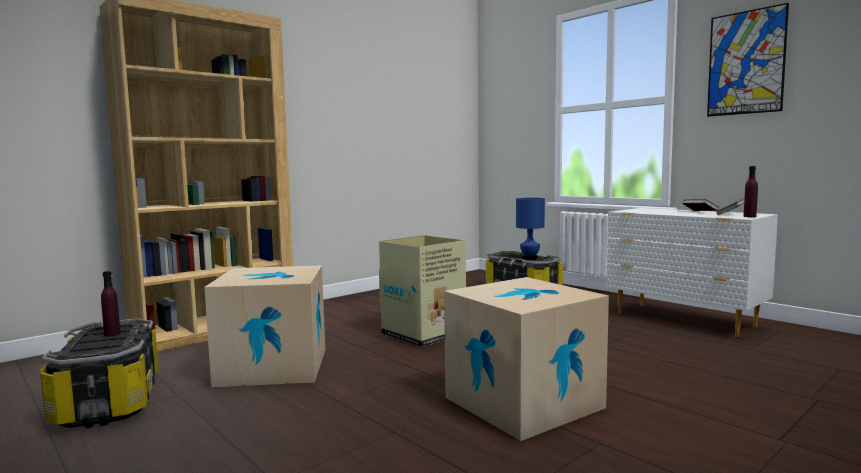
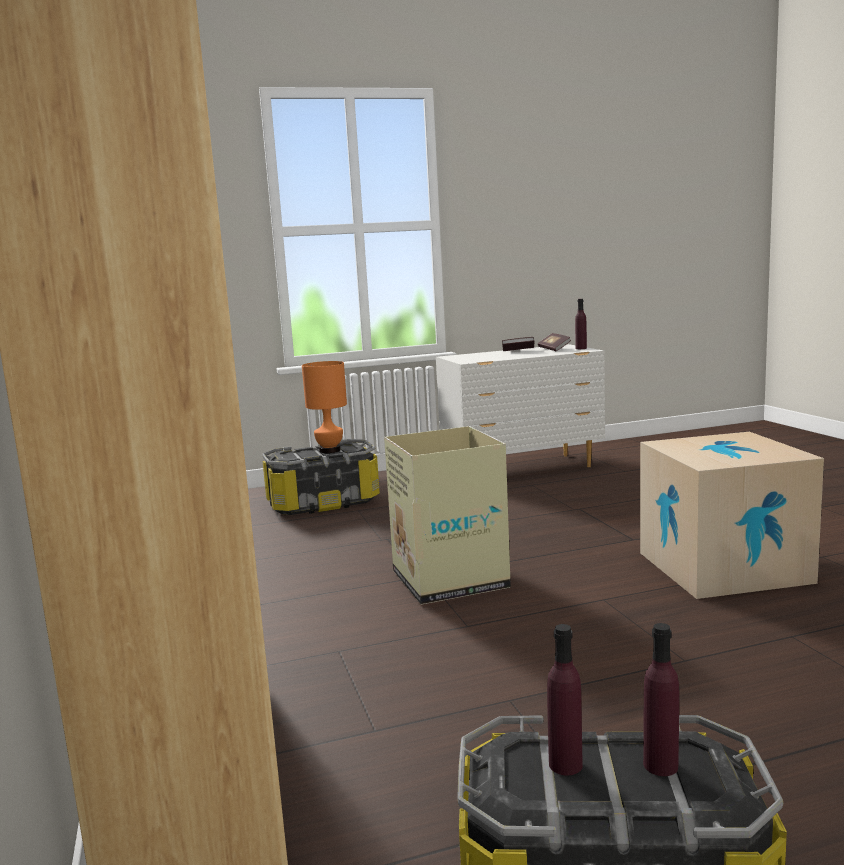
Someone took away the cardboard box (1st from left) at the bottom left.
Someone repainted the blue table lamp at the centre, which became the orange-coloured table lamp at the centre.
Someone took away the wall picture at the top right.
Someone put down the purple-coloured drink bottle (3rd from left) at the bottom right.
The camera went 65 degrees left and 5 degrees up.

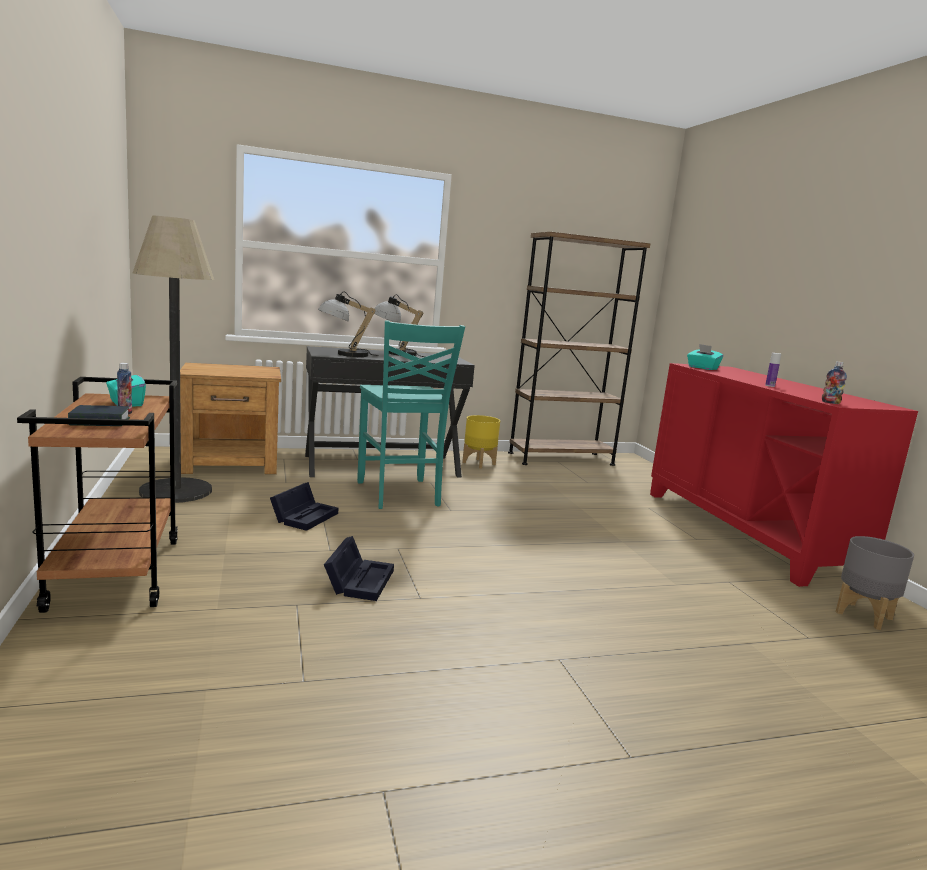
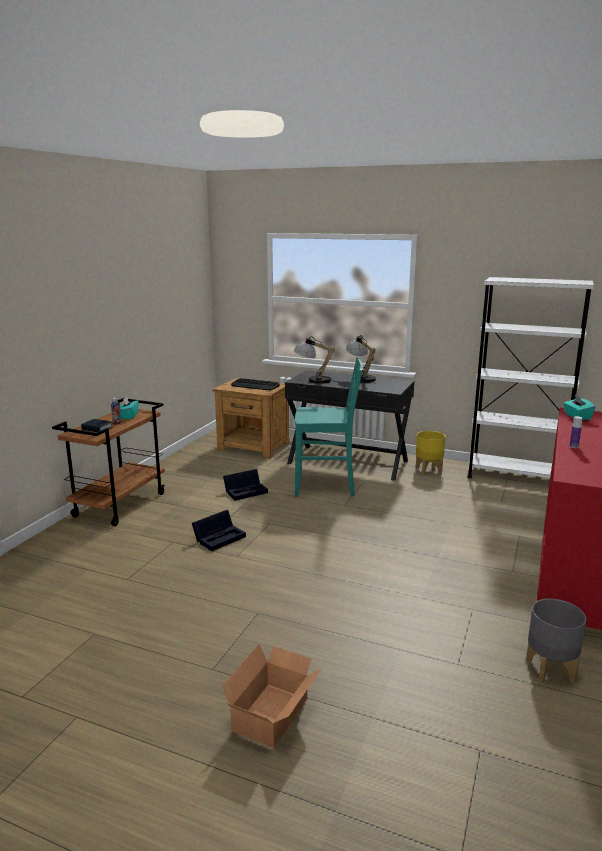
Someone took away the floor lamp at the middle left.
Someone rotated the blue-green chair at the centre by 105 degrees counterclockwise.
Someone repainted the brownish shelving unit at the centre, which became the whitish shelving unit at the middle right.
Someone took away the drink bottle (3rd from left) at the middle right.
Someone put down the cardboard box at the bottom centre.
Someone put down the keyboard at the centre.
The camera went 40 degrees right and 5 degrees up.

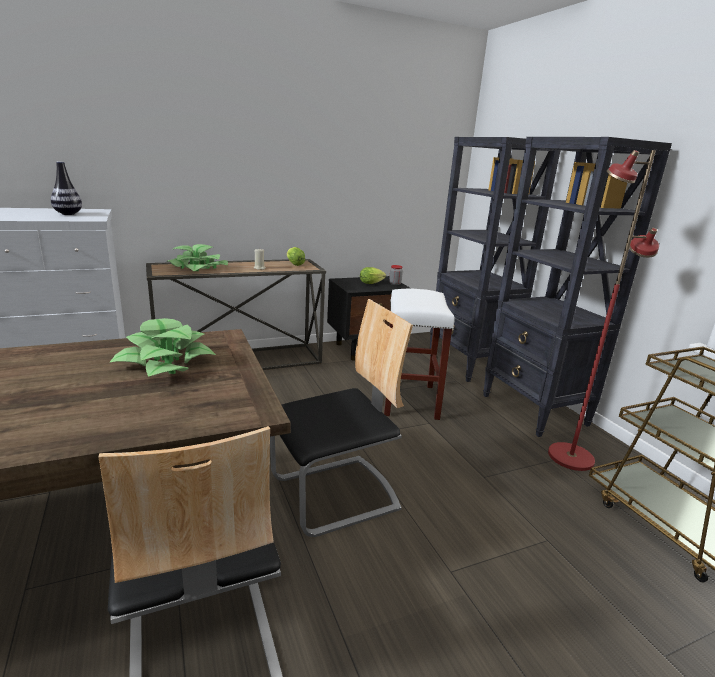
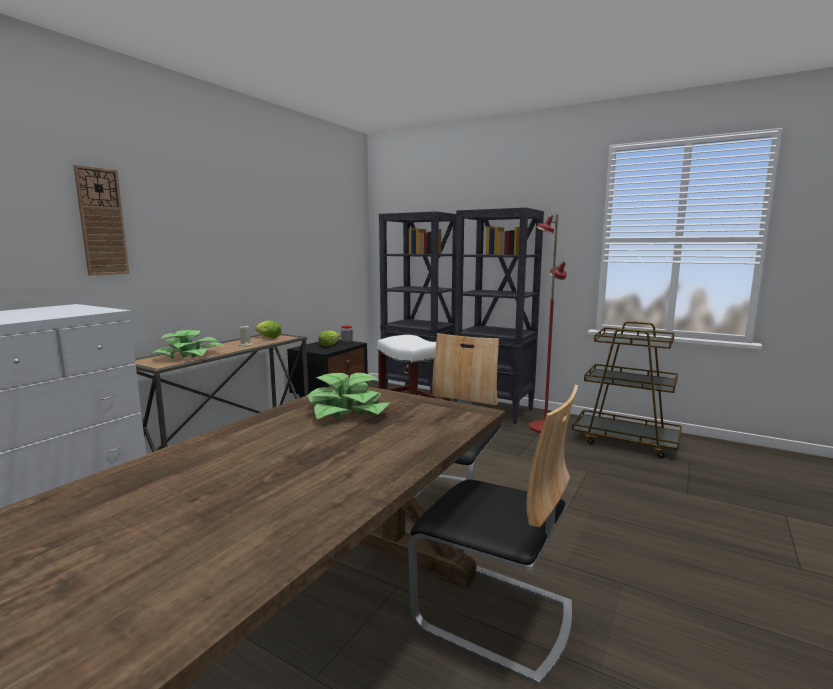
Someone took away the flower vase at the top left.
Someone put up the clock on the wall at the top left.
The camera went 35 degrees left and 10 degrees down.

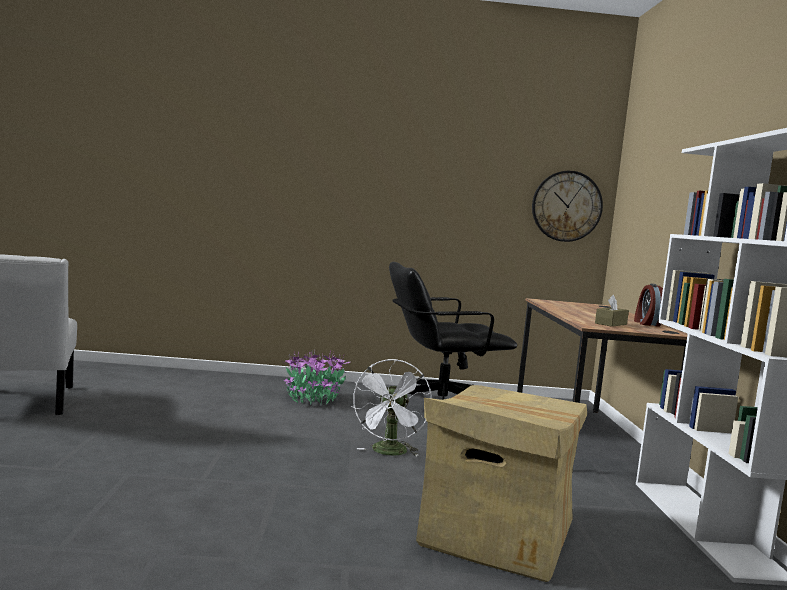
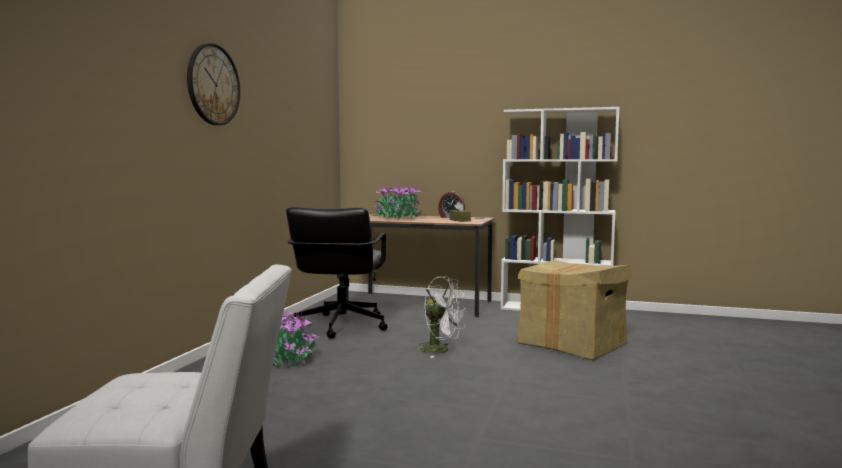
Someone carried the clock on the wall from the middle right to the top left.
Someone put down the potted plant (2nd from left) at the centre.
The camera went 70 degrees left and 0 degrees up.

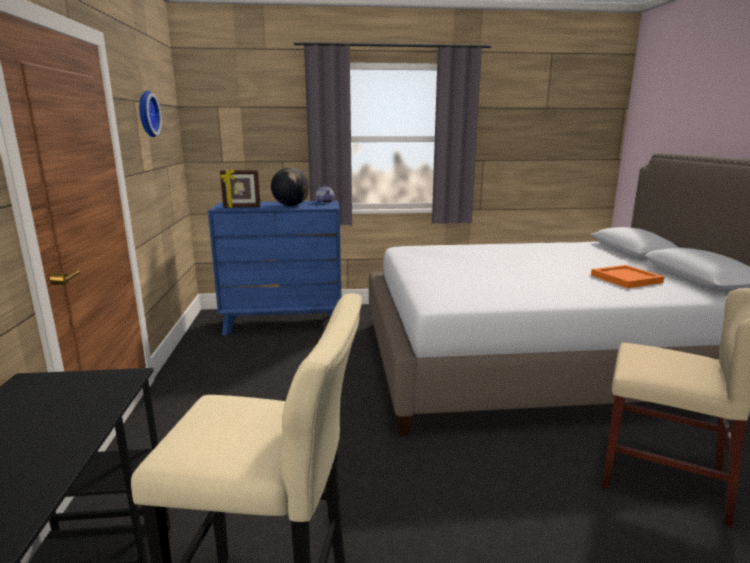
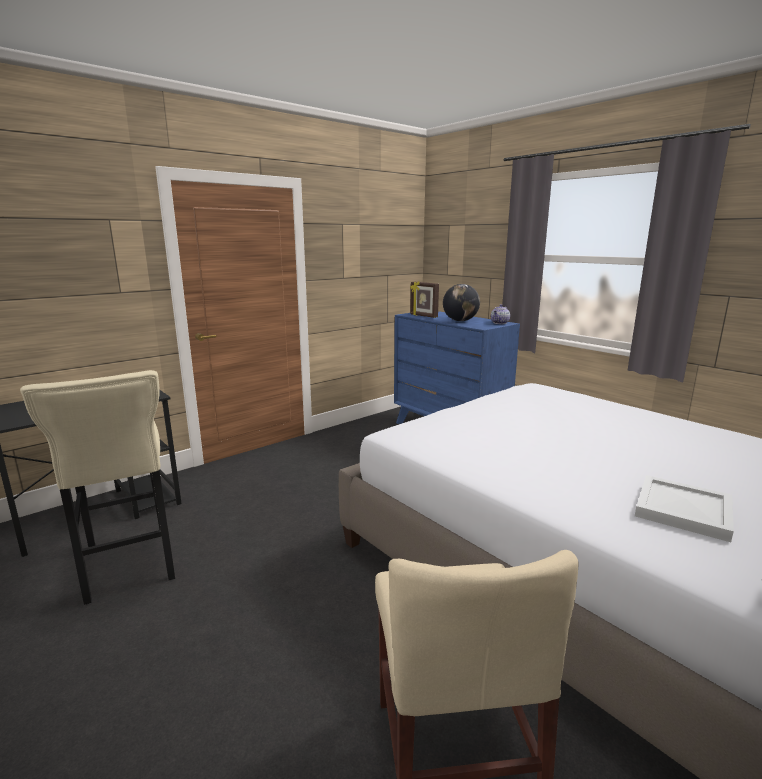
Someone took away the clock on the wall at the top left.
Someone repainted the orange-coloured tray at the middle right, which became the whitish tray at the middle right.
The camera went 55 degrees right and 0 degrees up.

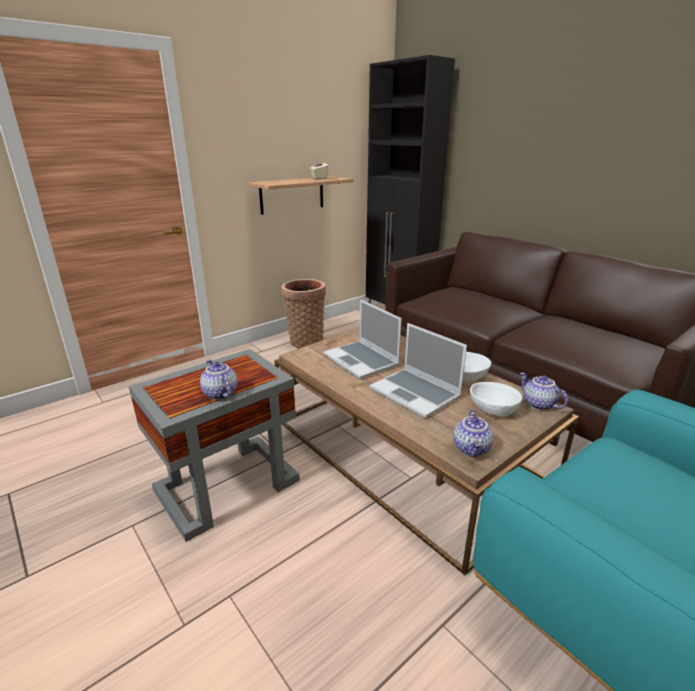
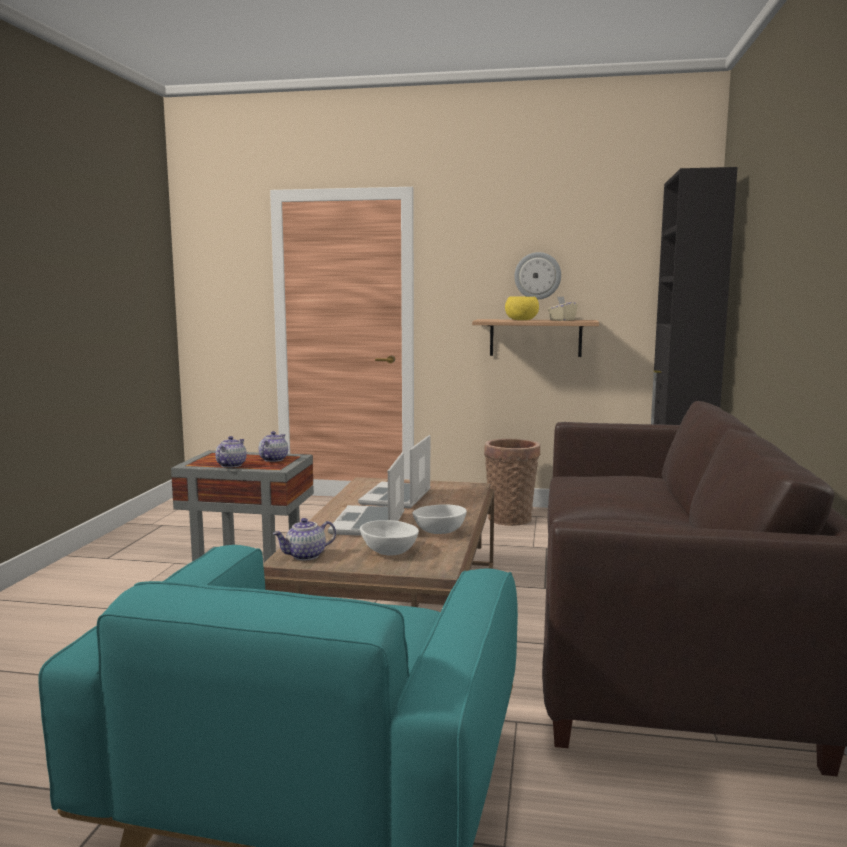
Someone carried the tea pot (3rd from left in the first image) from the middle right to the middle left.
Someone put down the yellow-coloured deep dish at the centre.
Someone put up the clock on the wall at the top centre.
The camera went 50 degrees right and 15 degrees down.

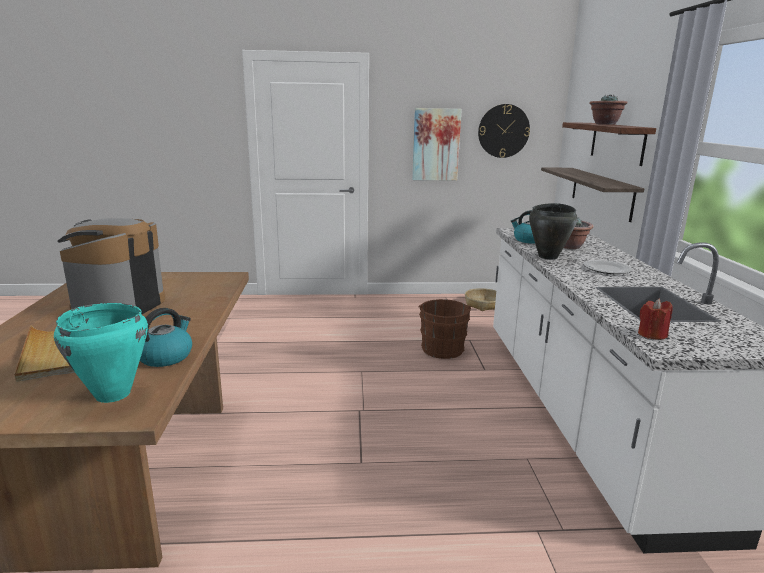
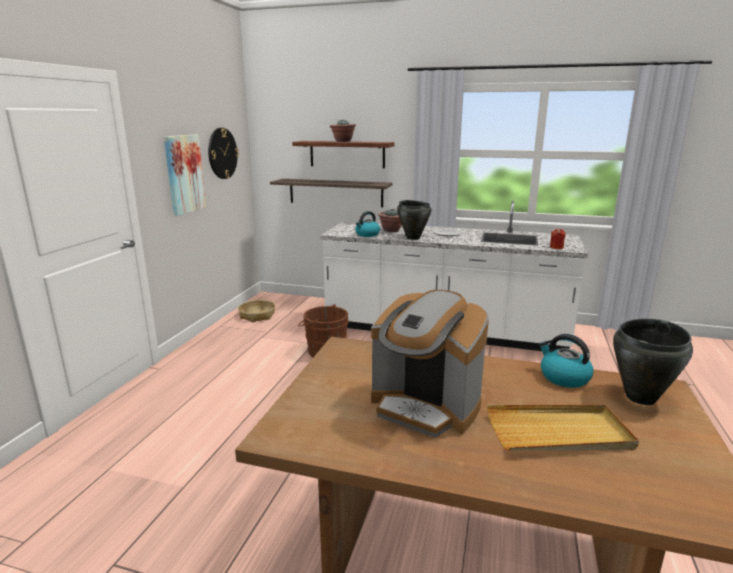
Someone repainted the blue-green stockpot at the middle left, which became the black stockpot (2nd from left) at the middle right.
The camera went 70 degrees left and 0 degrees up.

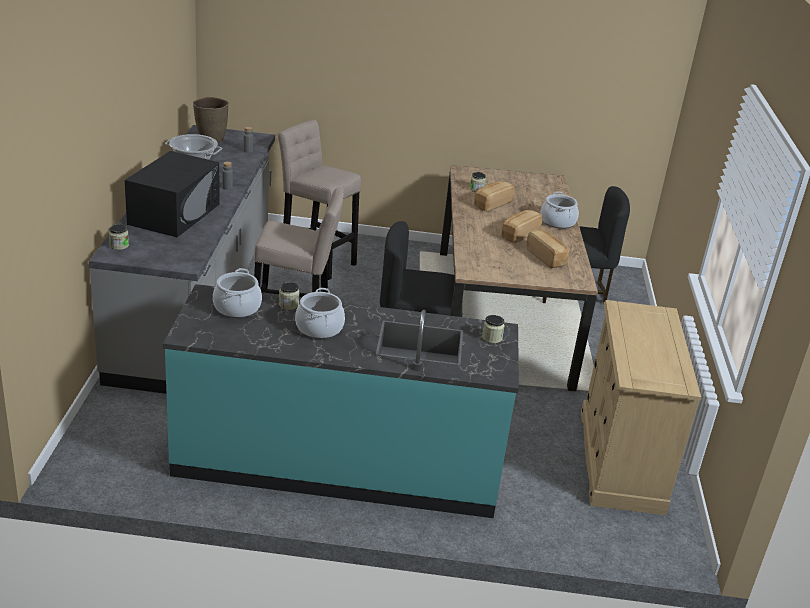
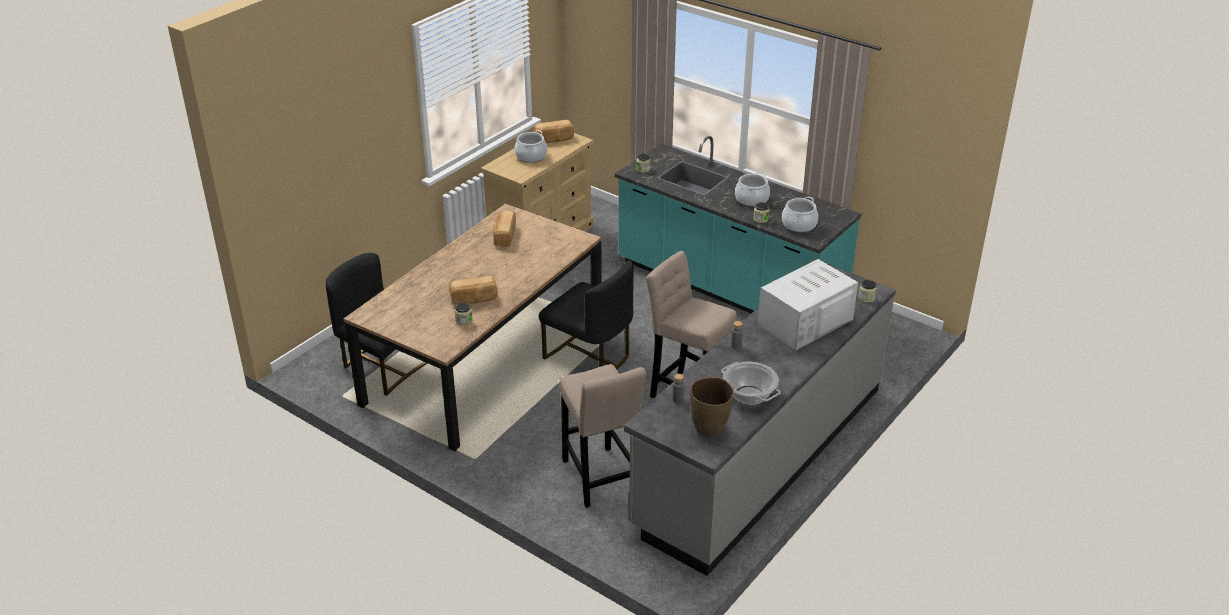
Someone repainted the black kitchen microwave at the top left, which became the whitish kitchen microwave at the centre.
Someone carried the baked bread (2nd from left in the first image) from the centre to the top centre.
Someone carried the stockpot (4th from left in the first image) from the middle right to the top centre.
The camera went 145 degrees left and 5 degrees up.

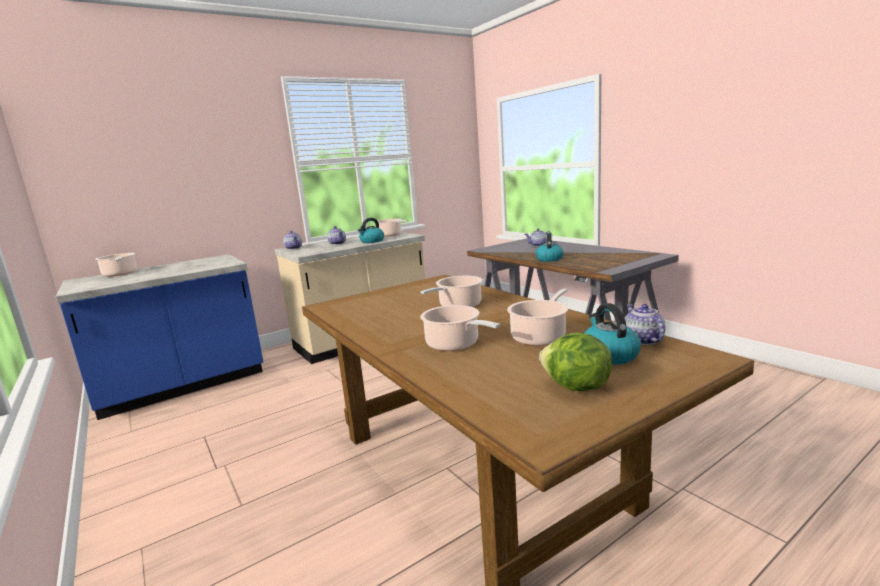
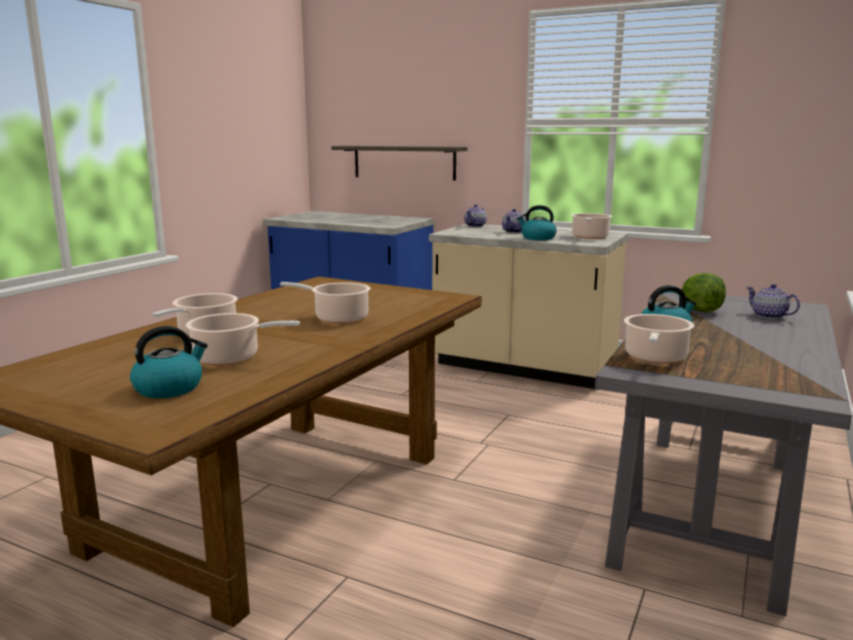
Someone carried the stockpot (1st from left in the first image) from the middle left to the middle right.
Someone carried the lettuce from the centre to the middle right.
Someone took away the tea pot (4th from left) at the middle right.
Someone put up the wall shelf at the top centre.
The camera went 60 degrees right and 0 degrees up.

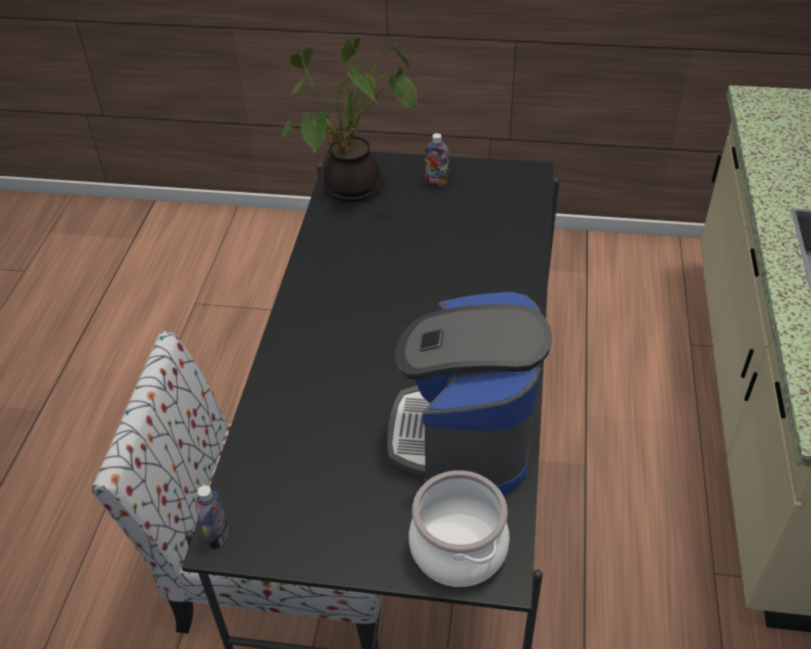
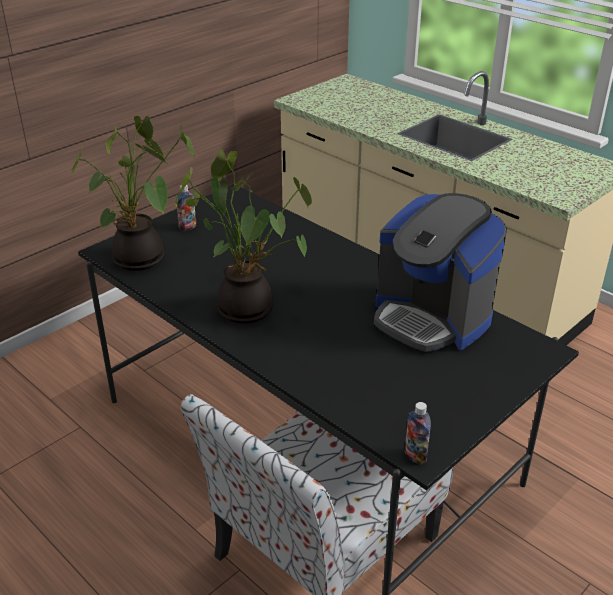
Someone took away the stockpot at the bottom centre.
Someone put down the potted plant (2nd from left) at the centre.
The camera went 55 degrees left and 10 degrees down.

